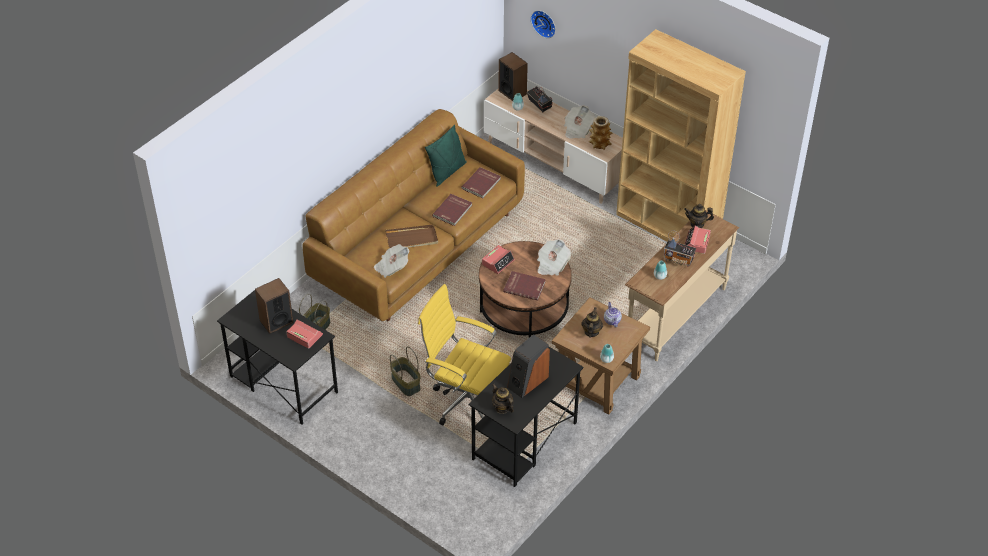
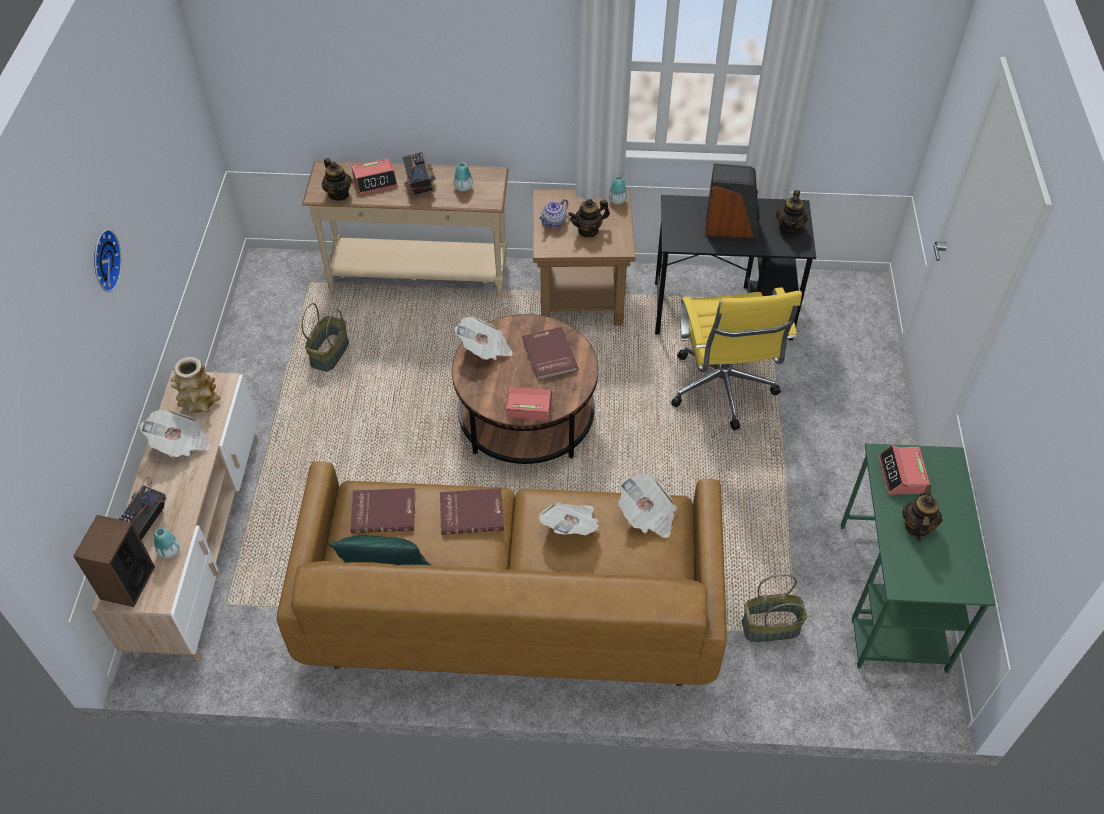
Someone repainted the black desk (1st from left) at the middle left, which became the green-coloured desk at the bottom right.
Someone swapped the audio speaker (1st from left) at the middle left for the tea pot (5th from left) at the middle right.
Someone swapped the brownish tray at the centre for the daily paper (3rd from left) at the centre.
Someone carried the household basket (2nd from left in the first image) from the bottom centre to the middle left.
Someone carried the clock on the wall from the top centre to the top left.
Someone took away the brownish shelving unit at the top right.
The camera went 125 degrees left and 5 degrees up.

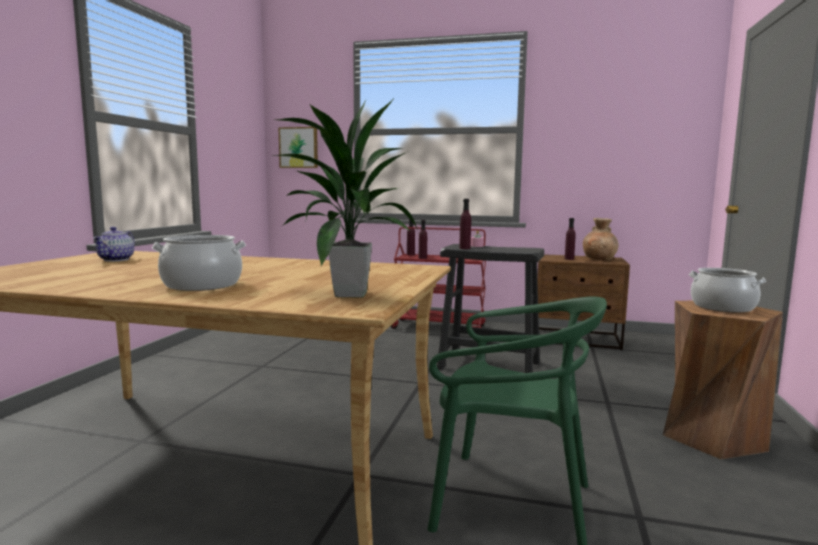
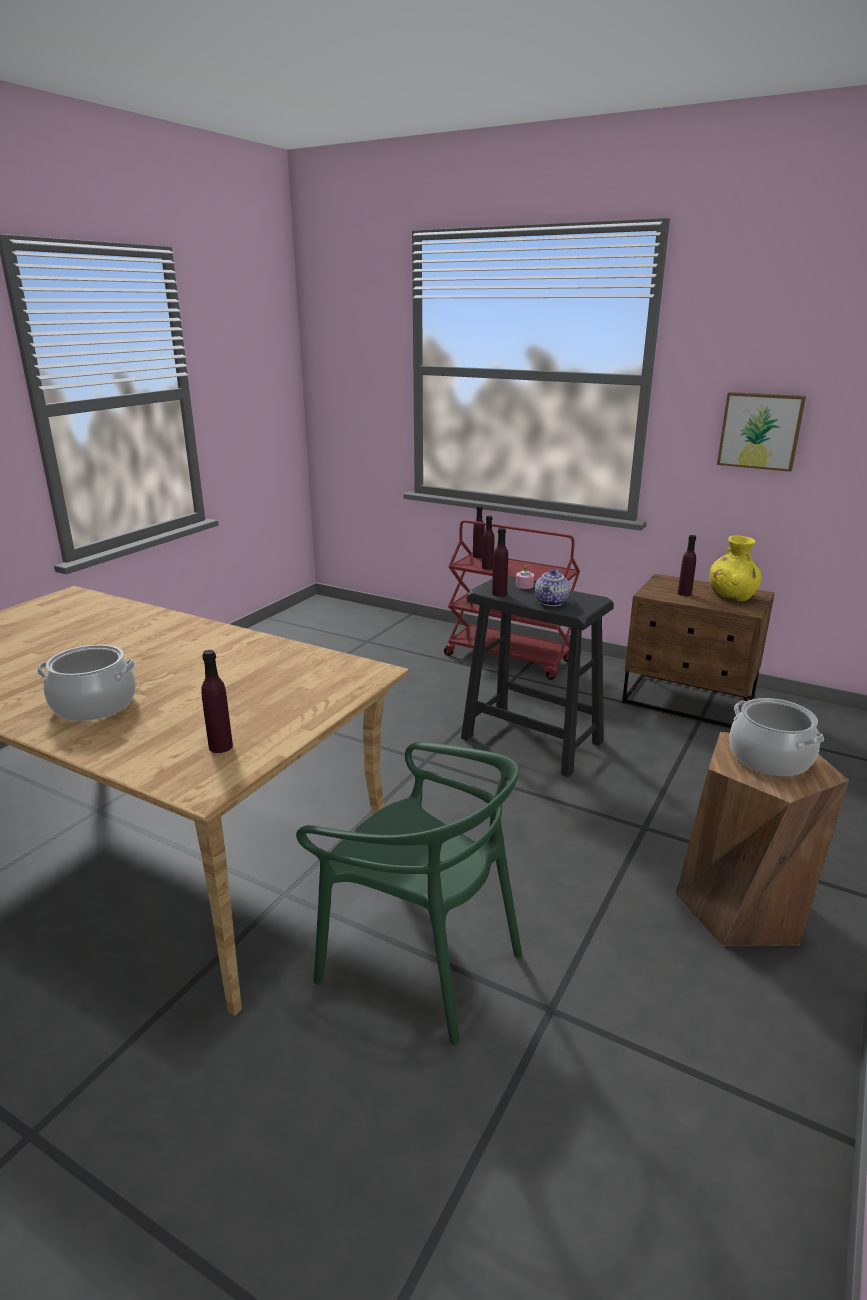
Someone carried the tea pot from the middle left to the centre.
Someone swapped the potted plant at the centre for the purple-coloured drink bottle (1st from left) at the middle left.
Someone carried the wall picture from the top centre to the top right.
Someone repainted the brownish flower vase at the middle right, which became the yellow-coloured flower vase at the middle right.
The camera went 15 degrees right and 15 degrees up.

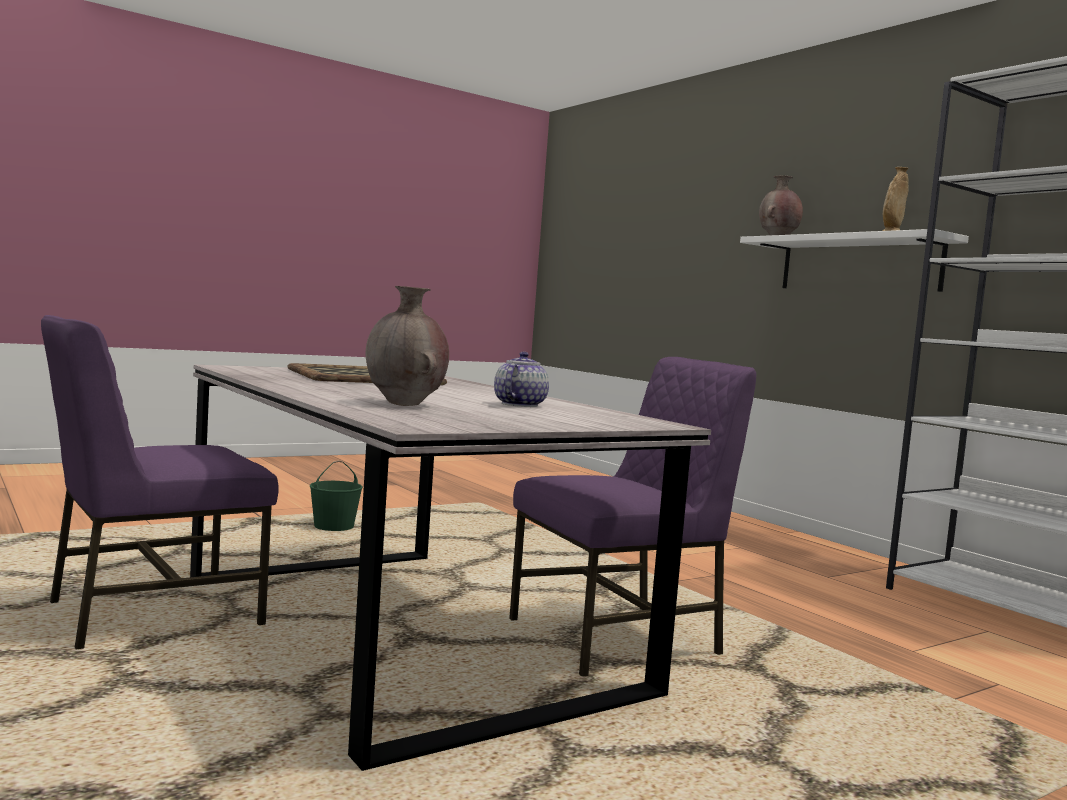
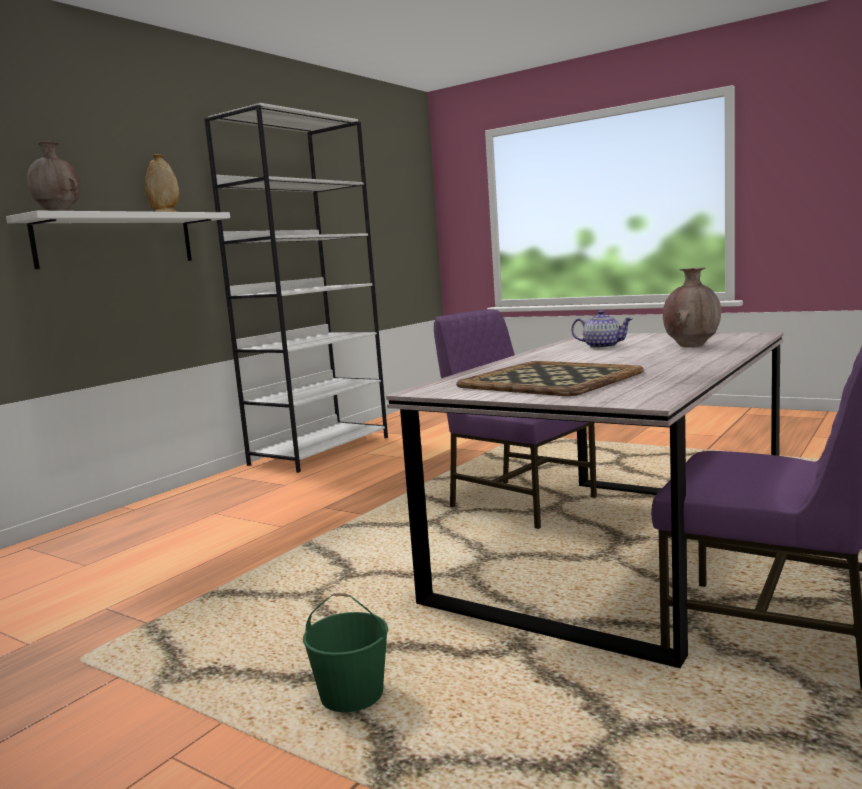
Someone rotated the tea pot at the centre by 150 degrees counterclockwise.
The camera went 110 degrees left and 5 degrees up.

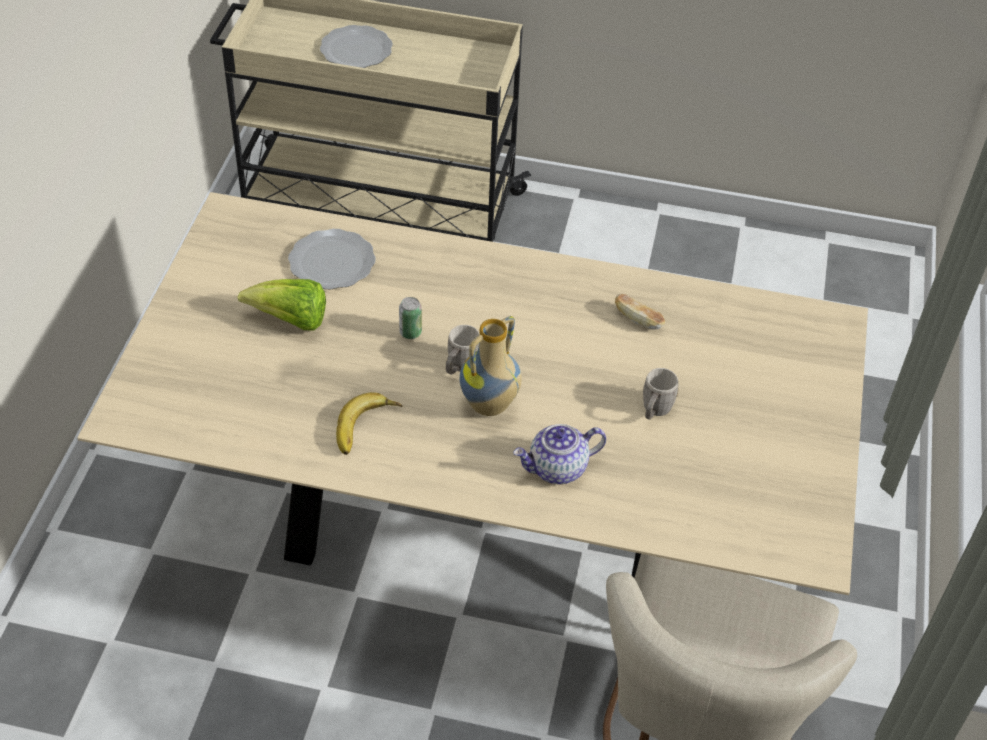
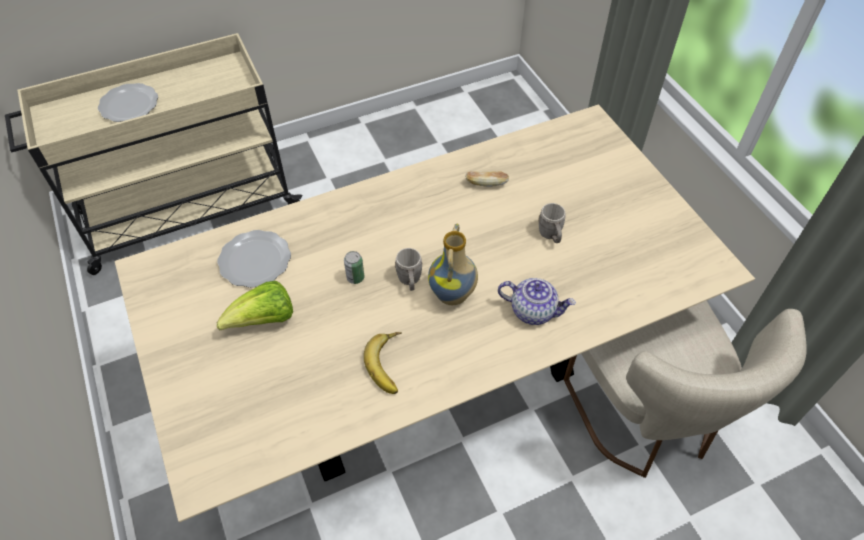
Someone rotated the tea pot at the centre by 105 degrees counterclockwise.
The camera went 35 degrees left and 5 degrees up.

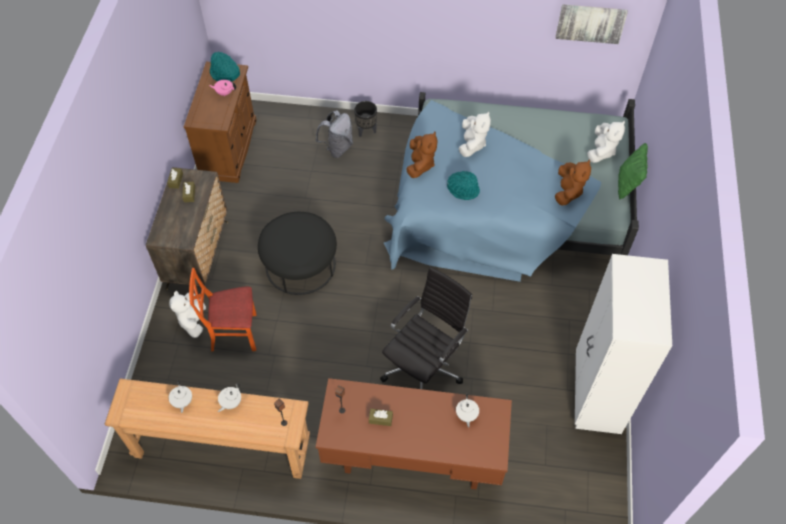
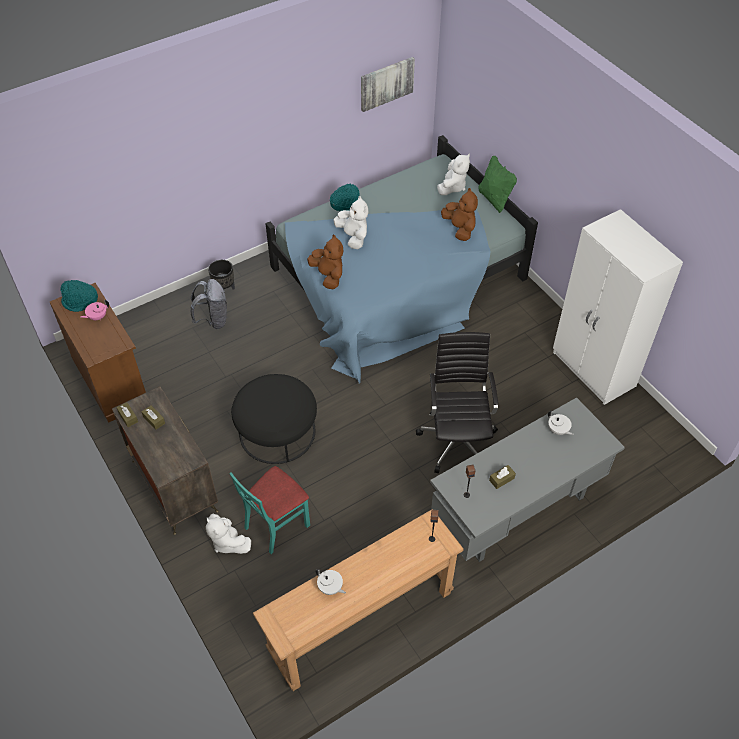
Someone repainted the orange-coloured chair at the middle left, which became the blue-green chair at the bottom centre.
Someone took away the whitish tea pot (2nd from left) at the bottom left.
Someone repainted the brownish desk at the bottom centre, which became the gray desk at the middle right.
Someone carried the blue-green clothing hat (2nd from left) from the centre to the top centre.
Someone rotated the whitish cuddly toy (3rd from left) at the top right by 45 degrees clockwise.
The camera went 40 degrees left and 5 degrees down.

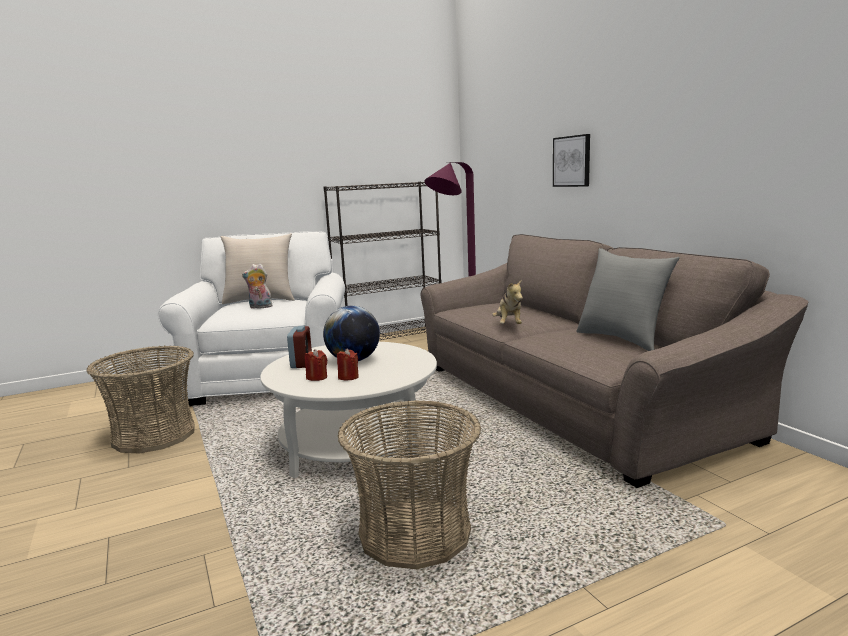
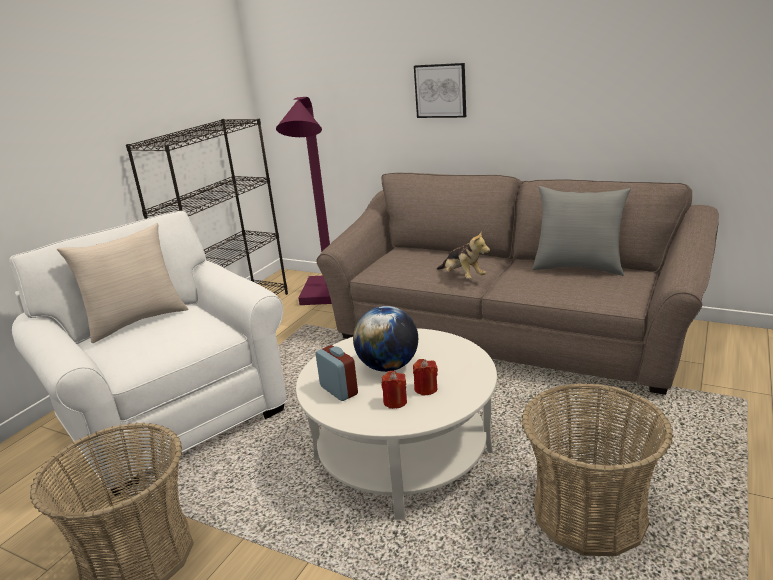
Someone took away the cuddly toy (1st from left) at the middle left.
The camera went 35 degrees left and 10 degrees up.

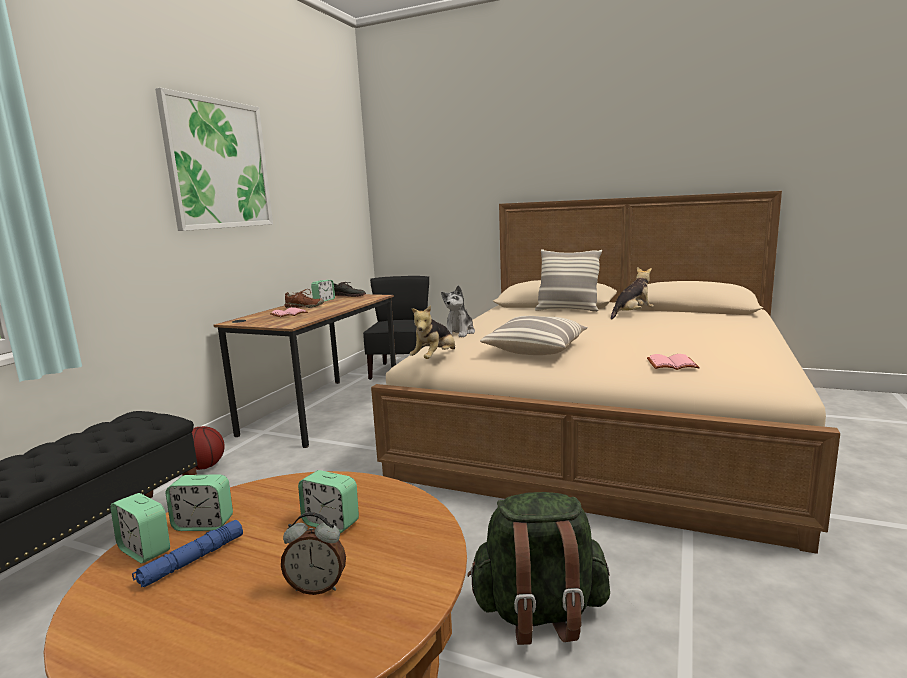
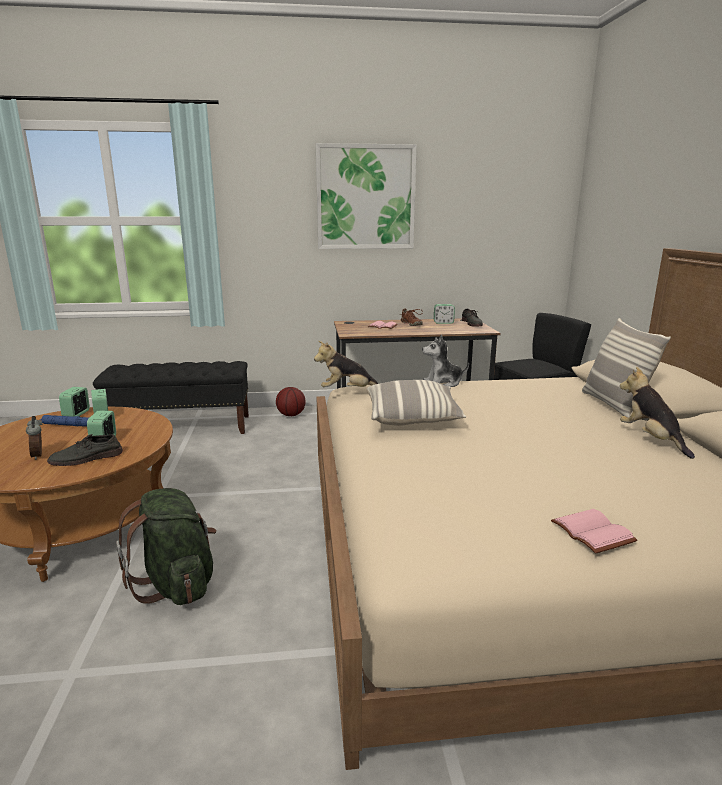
Someone rotated the cuddly toy (3rd from left) at the middle right by 135 degrees counterclockwise.
Someone carried the pink-coloured book (2nd from left) from the middle right to the bottom right.
Someone put down the gray item of footwear (1st from left) at the middle left.
The camera went 60 degrees right and 5 degrees up.

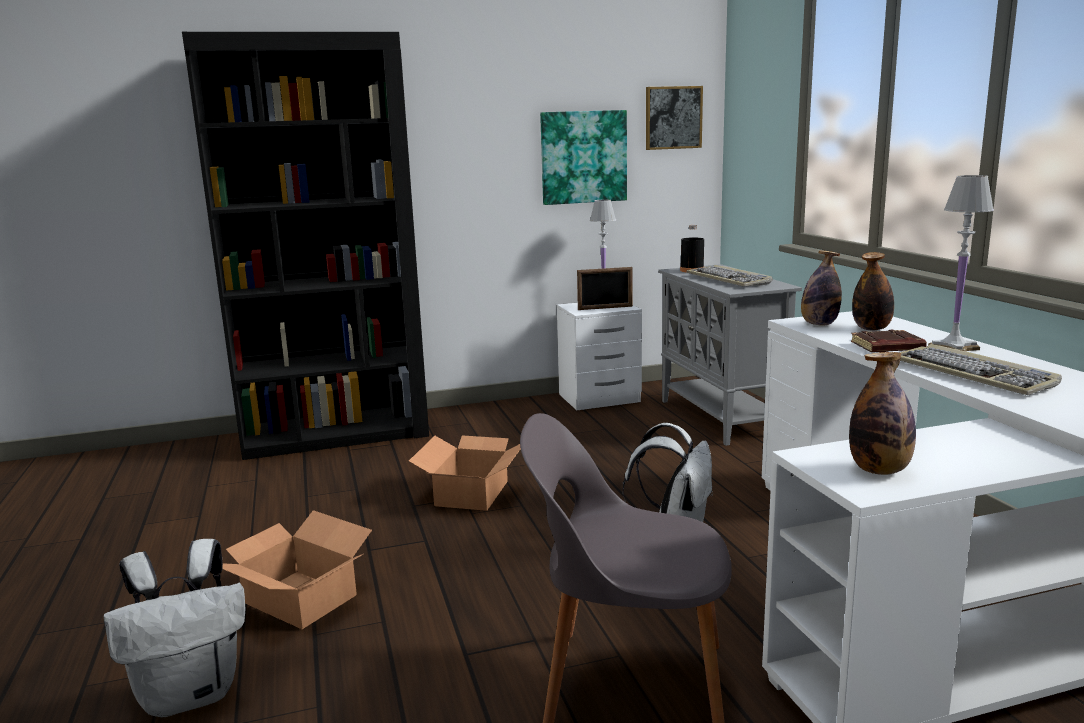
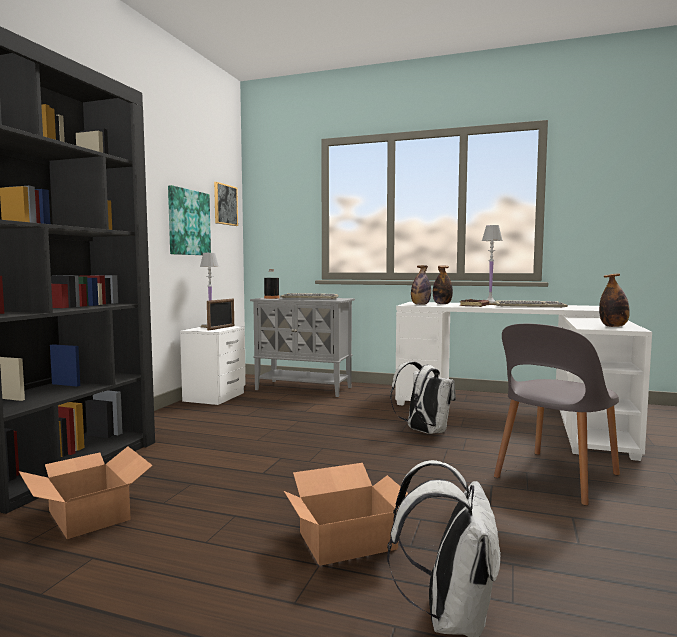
Someone carried the cardboard box (2nd from left in the first image) from the centre to the bottom left.
The camera went 55 degrees left and 10 degrees down.

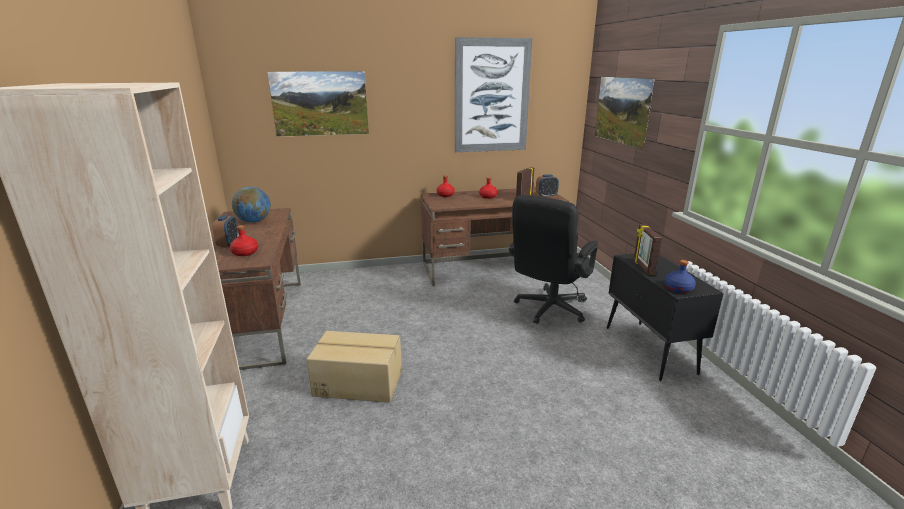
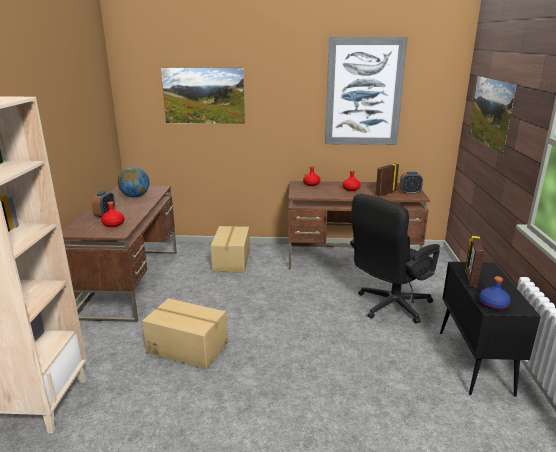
Someone put down the cardboard box (2nd from left) at the centre.
The camera went 15 degrees right and 0 degrees up.

